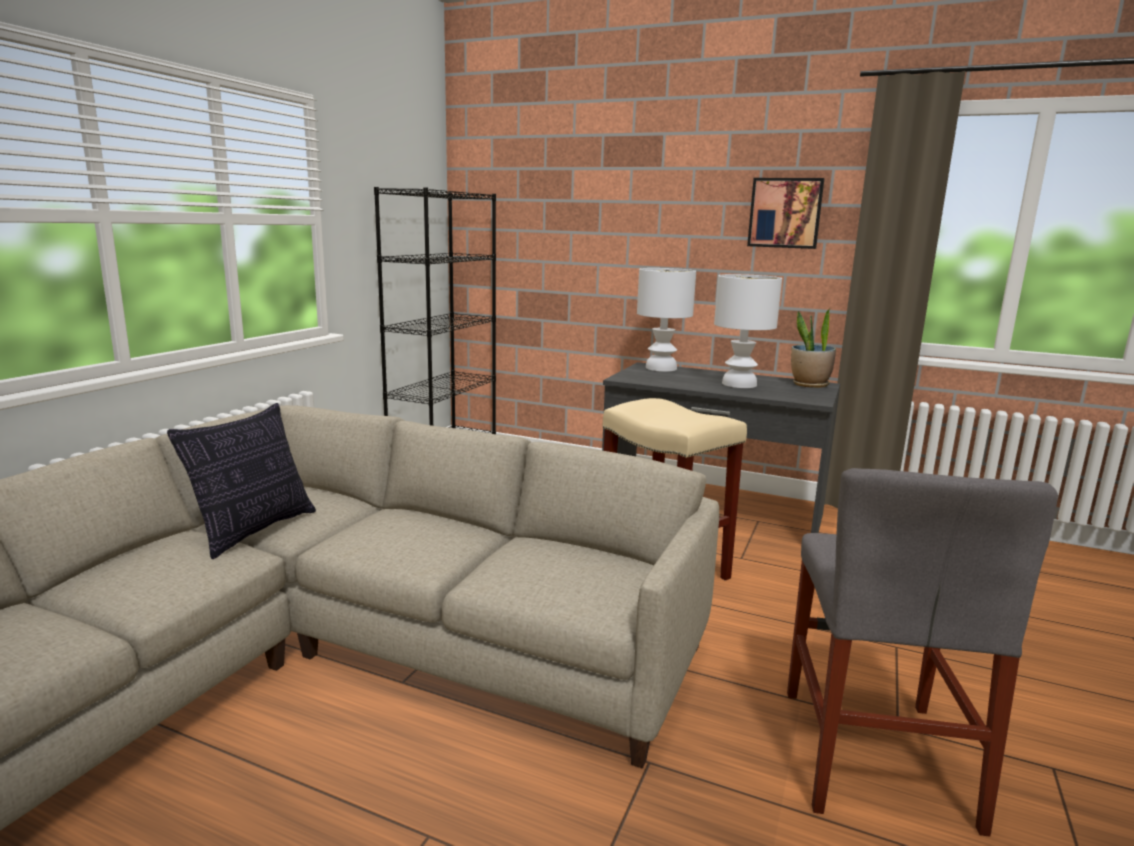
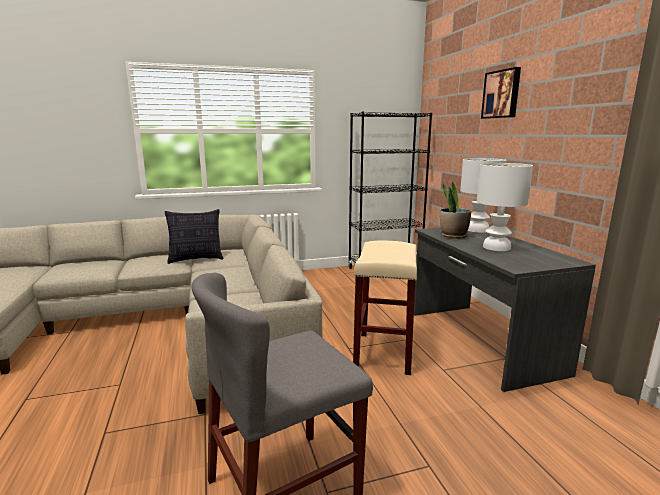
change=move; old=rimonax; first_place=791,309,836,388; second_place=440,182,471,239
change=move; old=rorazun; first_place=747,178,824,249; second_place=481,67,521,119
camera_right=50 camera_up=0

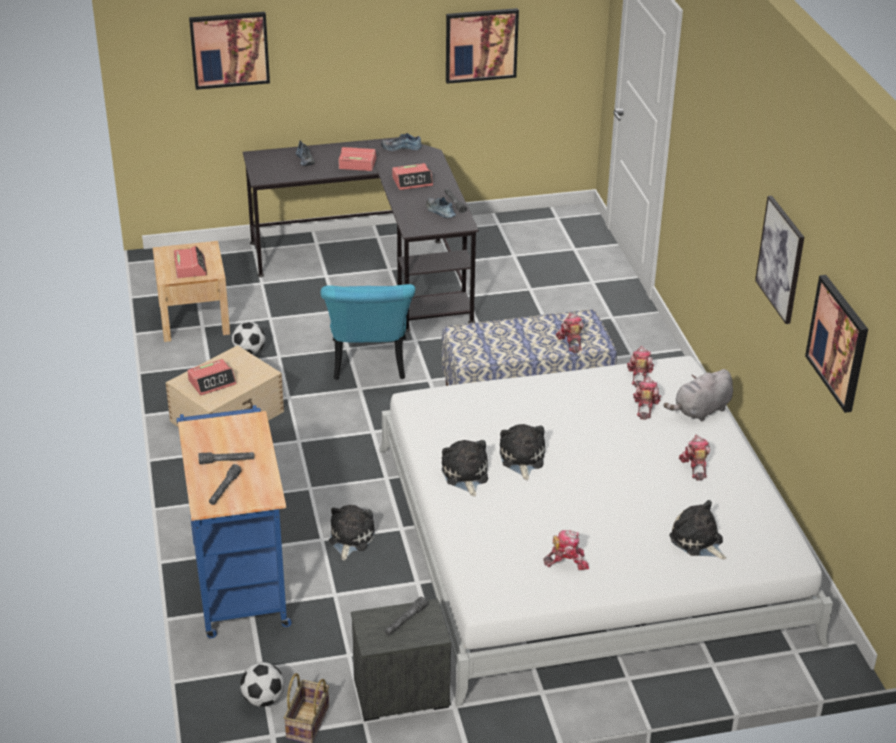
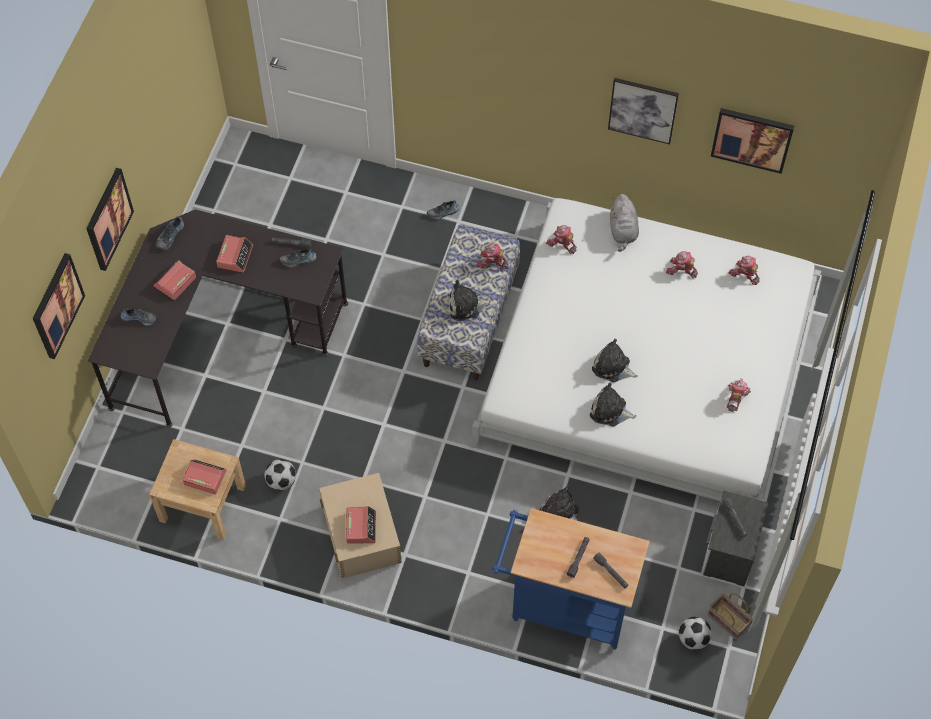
change=move; old=rorazun; first_place=446,8,519,84; second_place=86,168,134,271
change=insert; new=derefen; second_place=427,200,460,220
change=move; old=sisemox; first_place=669,500,727,560; second_place=449,280,491,321
change=move; old=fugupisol; first_place=633,376,661,420; second_place=729,256,760,285
change=delete; old=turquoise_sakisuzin; first_place=321,284,415,380
camera_right=-60 camera_up=25

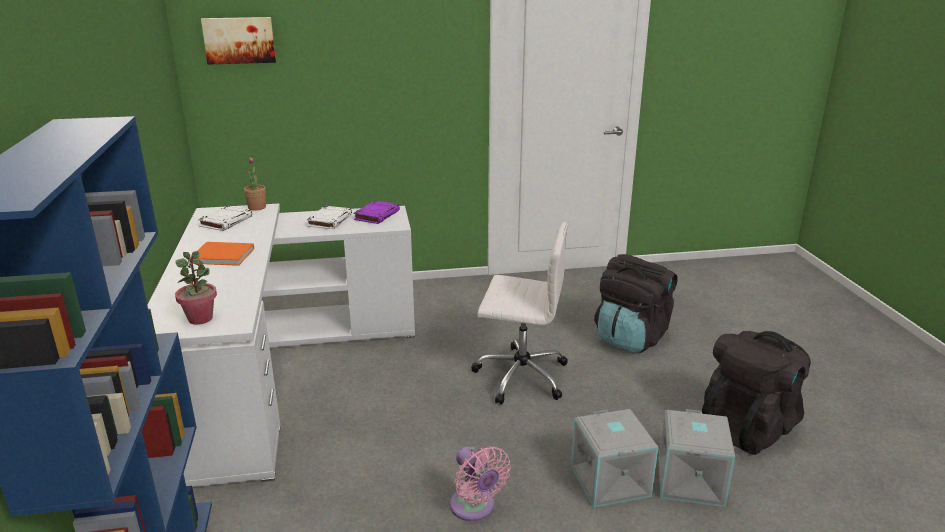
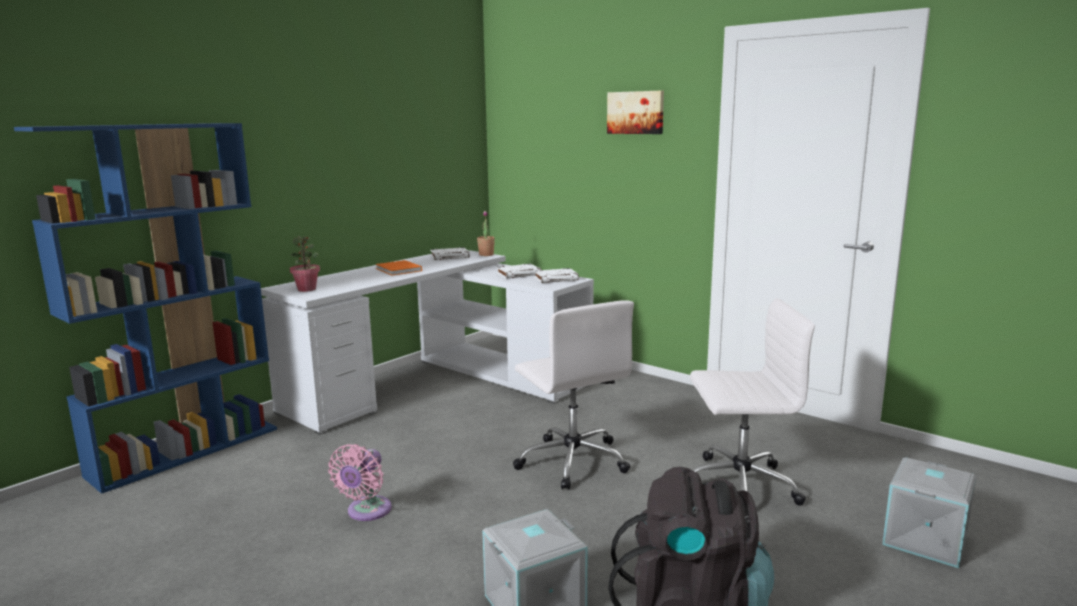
change=recolor; old=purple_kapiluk; new=white_kapiluk; first_place=353,200,400,224; second_place=534,268,579,283
change=move; old=rorazun; first_place=201,17,276,64; second_place=607,91,664,134
change=replace; old=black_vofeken; new=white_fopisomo; first_place=594,254,678,353; second_place=690,298,815,506
change=move; old=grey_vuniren; first_place=571,409,658,507; second_place=882,457,977,568
camera_right=50 camera_up=-10

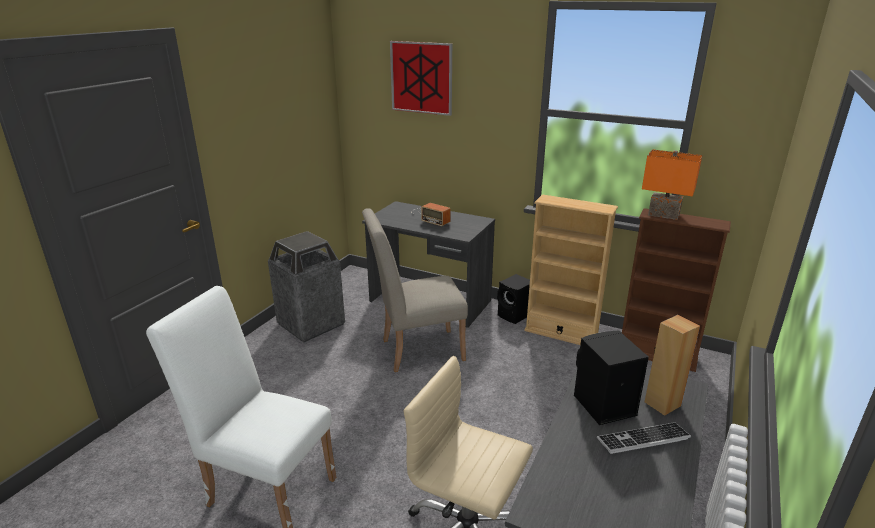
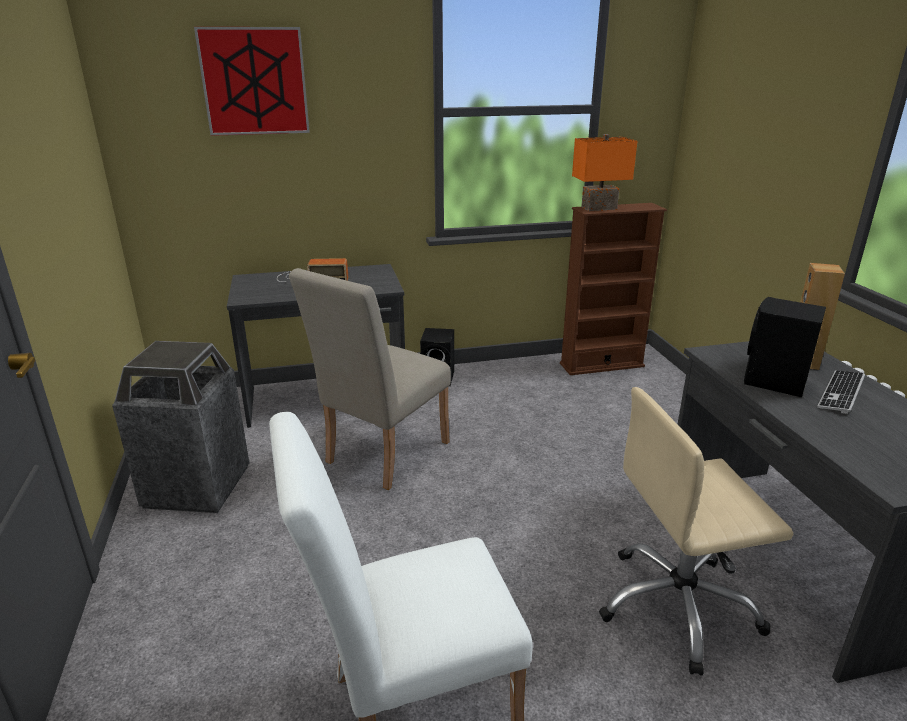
change=delete; old=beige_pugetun; first_place=524,195,618,345
camera_right=-40 camera_up=0

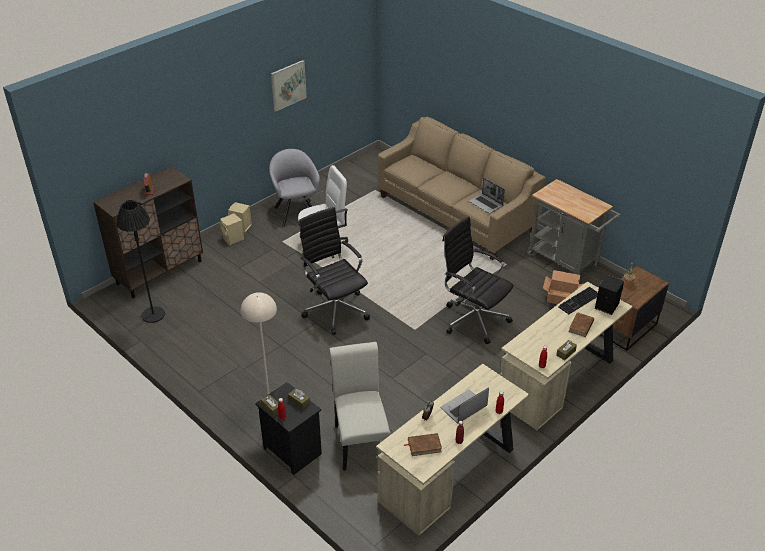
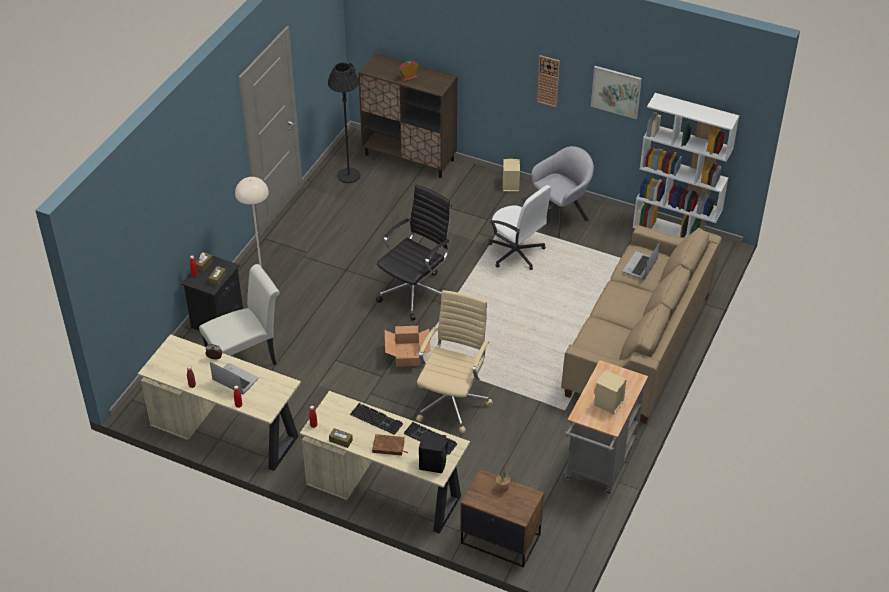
change=insert; new=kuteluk; second_place=350,403,403,435
change=move; old=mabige; first_place=543,270,585,304; second_place=385,326,431,367
change=recolor; old=black_fopisomo; new=beige_fopisomo; first_place=443,216,514,344; second_place=416,290,493,434
change=insert; new=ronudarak; second_place=537,55,560,107
change=move; old=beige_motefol; first_place=220,213,244,245; second_place=594,370,627,414
change=move; old=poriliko; first_place=469,178,505,213; second_place=622,242,660,280
change=insert; new=white_pugetun; second_place=633,93,739,238
change=delete; old=brown_kapiluk; first_place=403,433,442,456
camera_right=70 camera_up=5

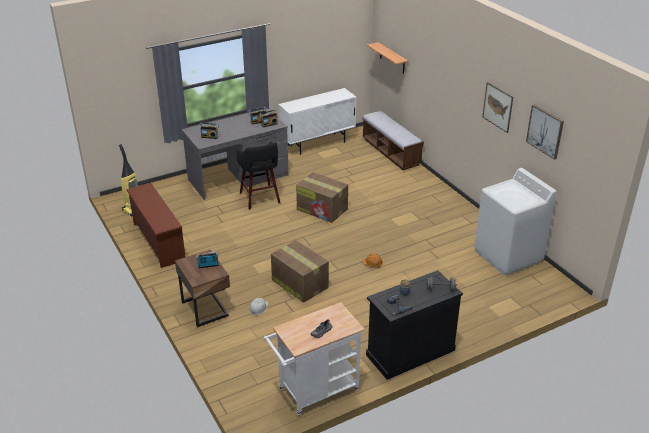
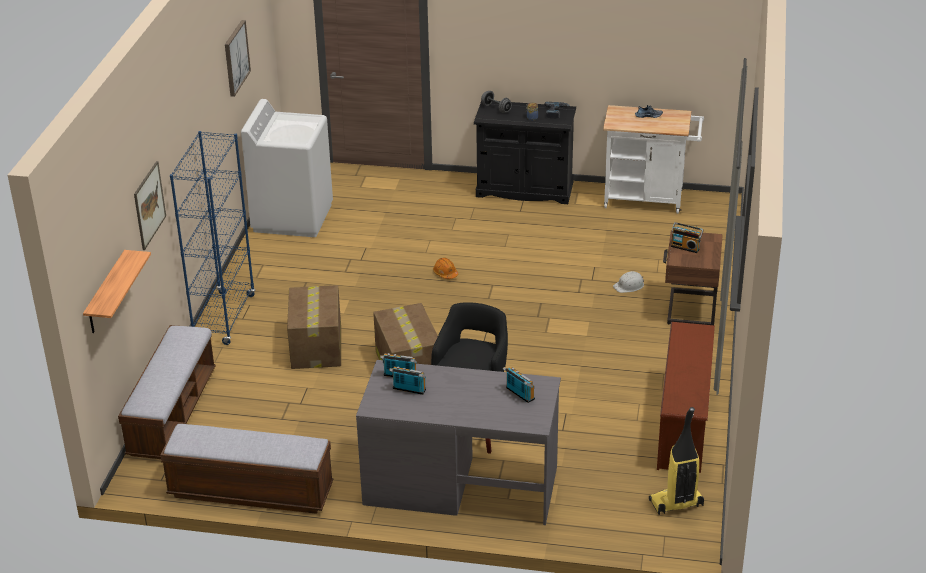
change=move; old=rorazun; first_place=482,82,513,133; second_place=134,161,166,250
change=replace; old=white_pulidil; new=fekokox; first_place=278,88,357,155; second_place=160,424,333,514
change=insert; new=blue_pugetun; second_place=170,131,255,345
change=move; old=mabige; first_place=271,240,329,303; second_place=287,285,341,369
camera_right=-140 camera_up=0

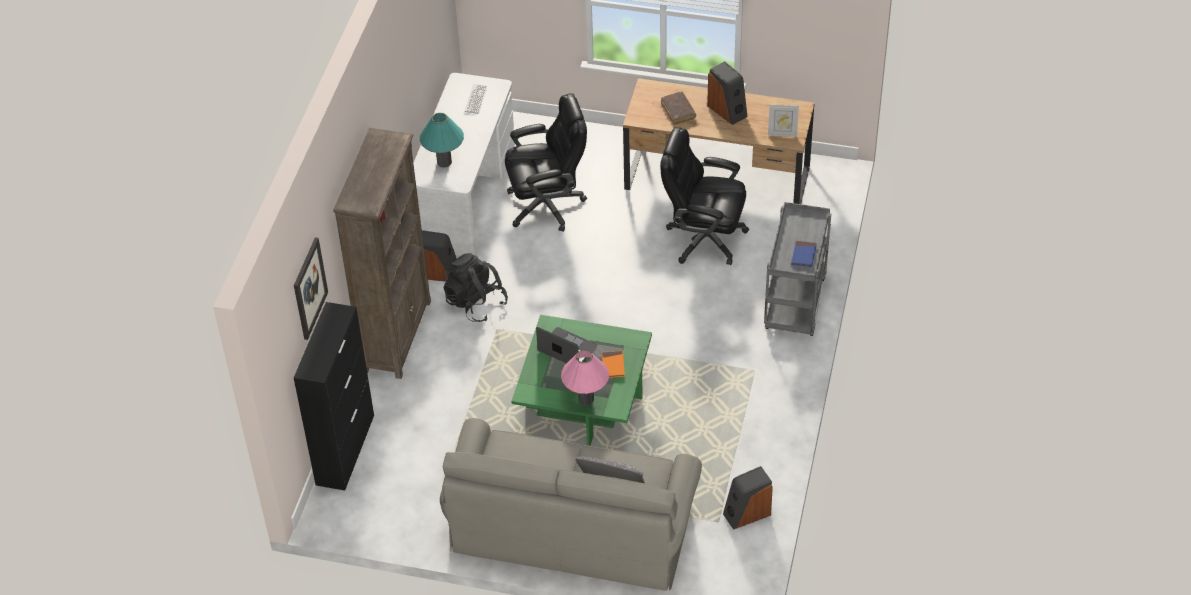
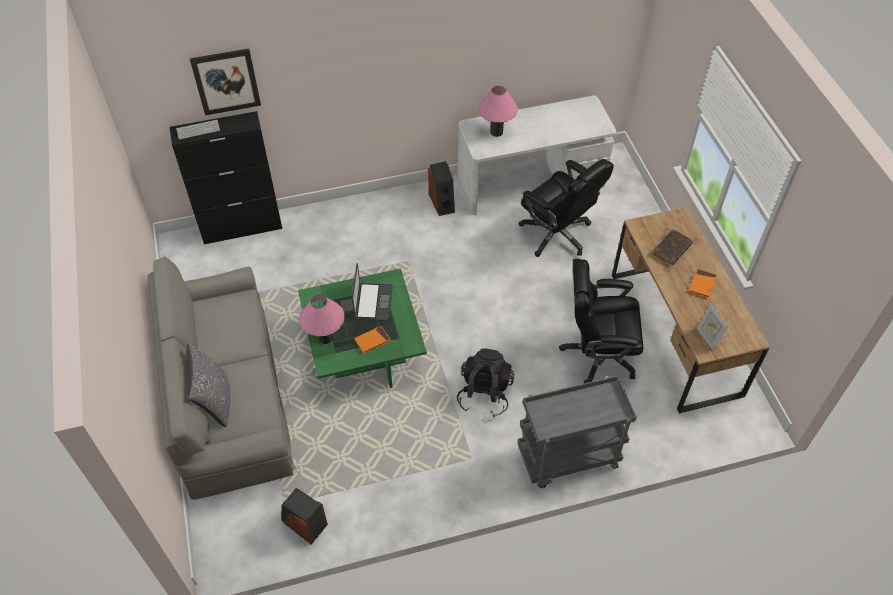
change=move; old=kuteluk; first_place=464,83,487,114; second_place=176,120,220,139
change=move; old=black_vofeken; first_place=443,253,508,322; second_place=457,348,514,417
change=recolor; old=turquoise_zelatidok; new=pink_zelatidok; first_place=420,113,464,168; second_place=478,86,518,137
change=rotate; old=black_fopisomo; first_place=660,127,749,265; second_place=559,259,643,383; degrees=-75
change=replace; old=motefol; new=orange_kapiluk; first_place=707,61,747,125; second_place=689,269,717,298
change=delete; old=brown_pugetun; first_place=333,128,431,379
change=delete; old=blue_kapiluk; first_place=791,241,817,267
camera_right=60 camera_up=5

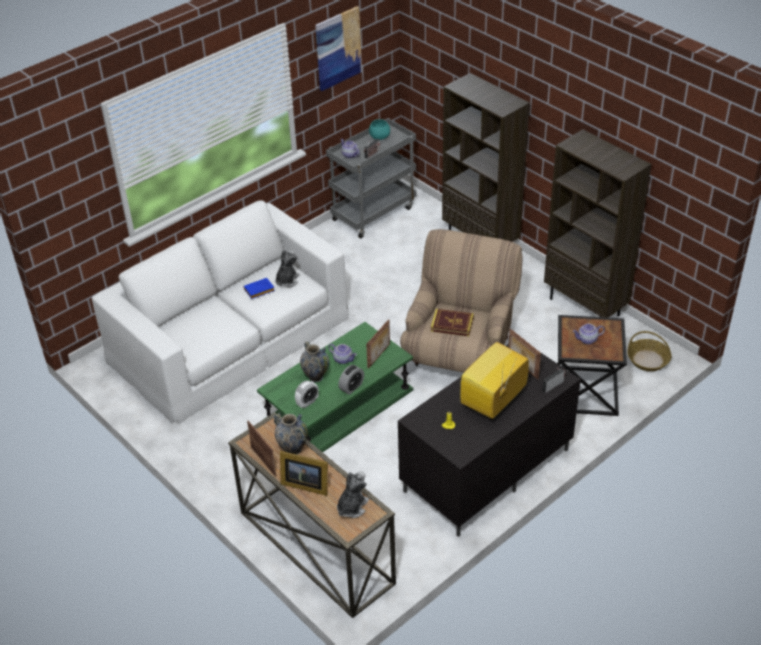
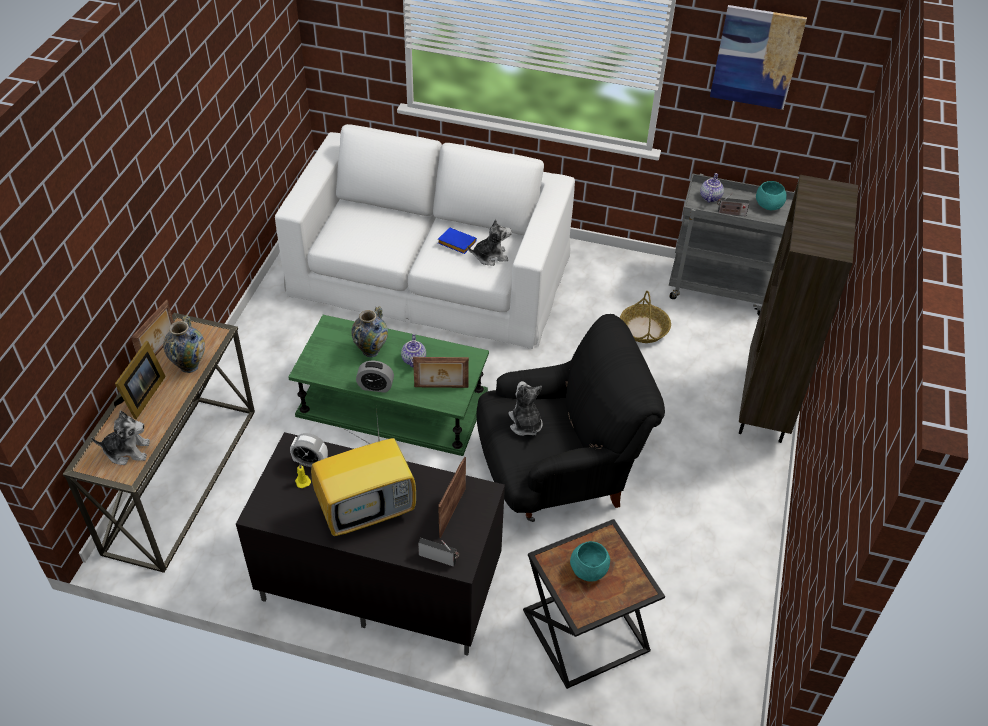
change=rotate; old=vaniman; first_place=280,451,328,496; second_place=114,341,166,419; degrees=-150
change=move; old=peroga; first_place=295,381,319,408; second_place=290,433,328,467
change=rotate; old=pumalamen; first_place=460,342,529,419; second_place=311,409,416,536; degrees=150
change=recolor; old=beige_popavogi; new=black_popavogi; first_place=400,229,522,373; second_place=477,314,665,522
change=replace; old=kapiluk; new=sisemox; first_place=431,309,474,336; second_place=509,381,543,436
change=replace; old=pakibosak; new=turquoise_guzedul; first_place=572,324,605,344; second_place=570,541,610,582
change=move; old=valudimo; first_place=627,331,672,371; second_place=620,291,671,343
change=delete; old=brown_pugetun; first_place=544,129,652,318
camera_right=55 camera_up=5

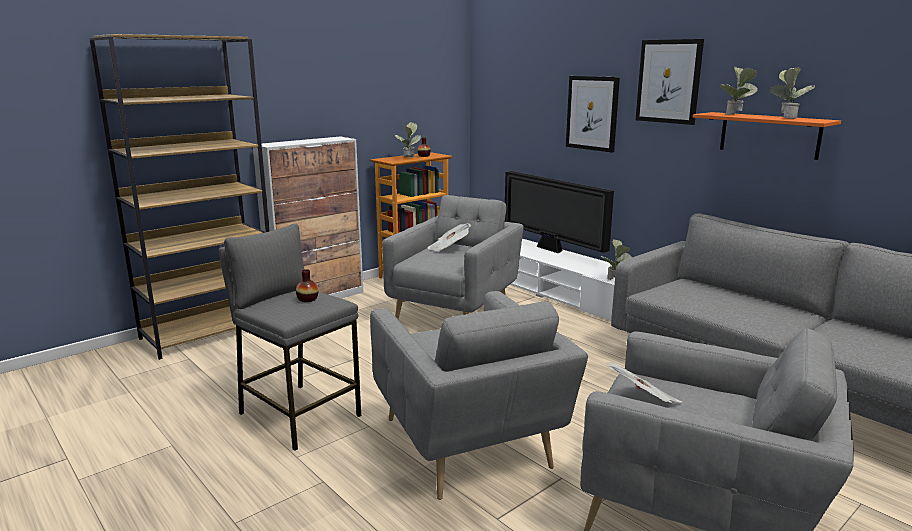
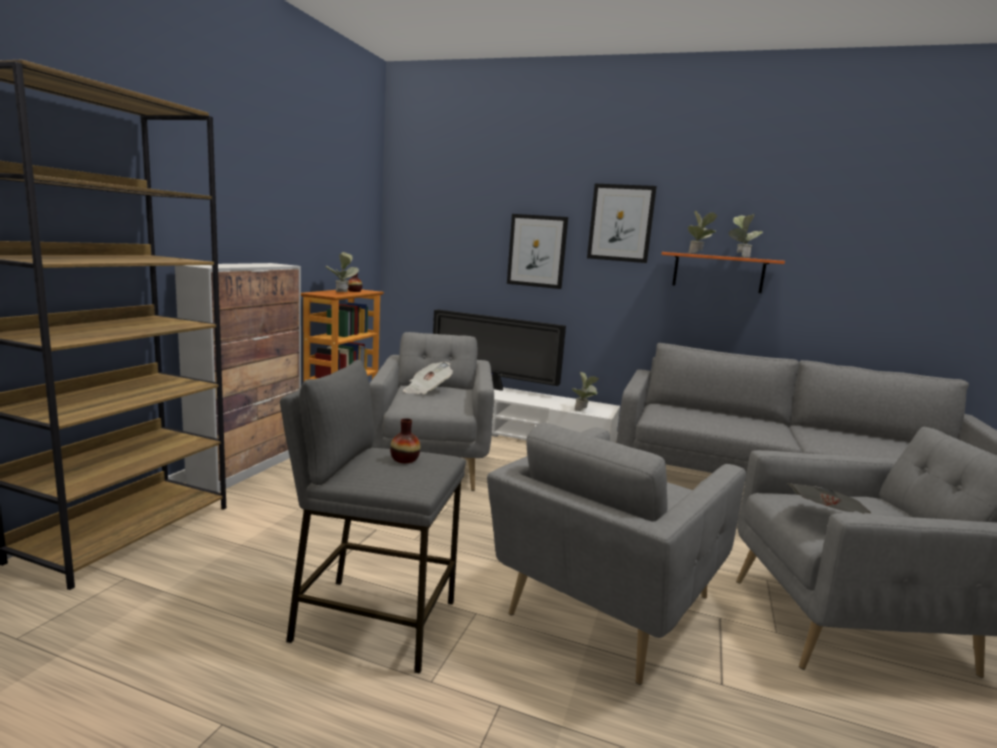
change=rotate; old=grey_popavogi; first_place=370,291,588,500; second_place=487,423,746,685; degrees=90
camera_right=-30 camera_up=-5

